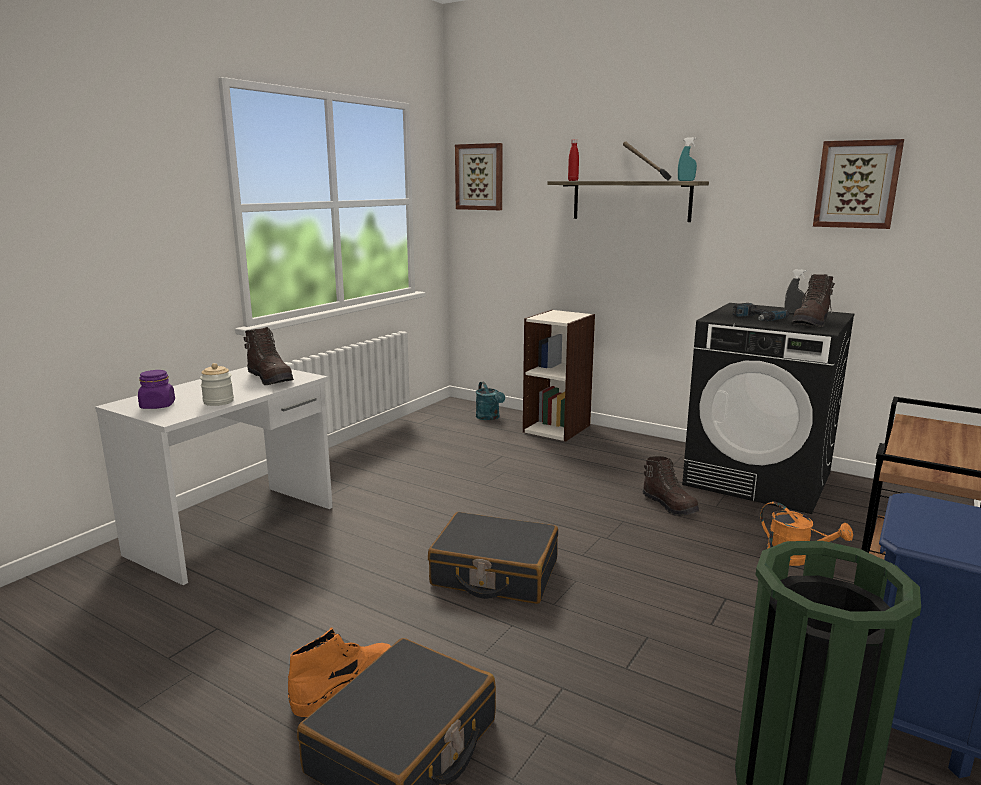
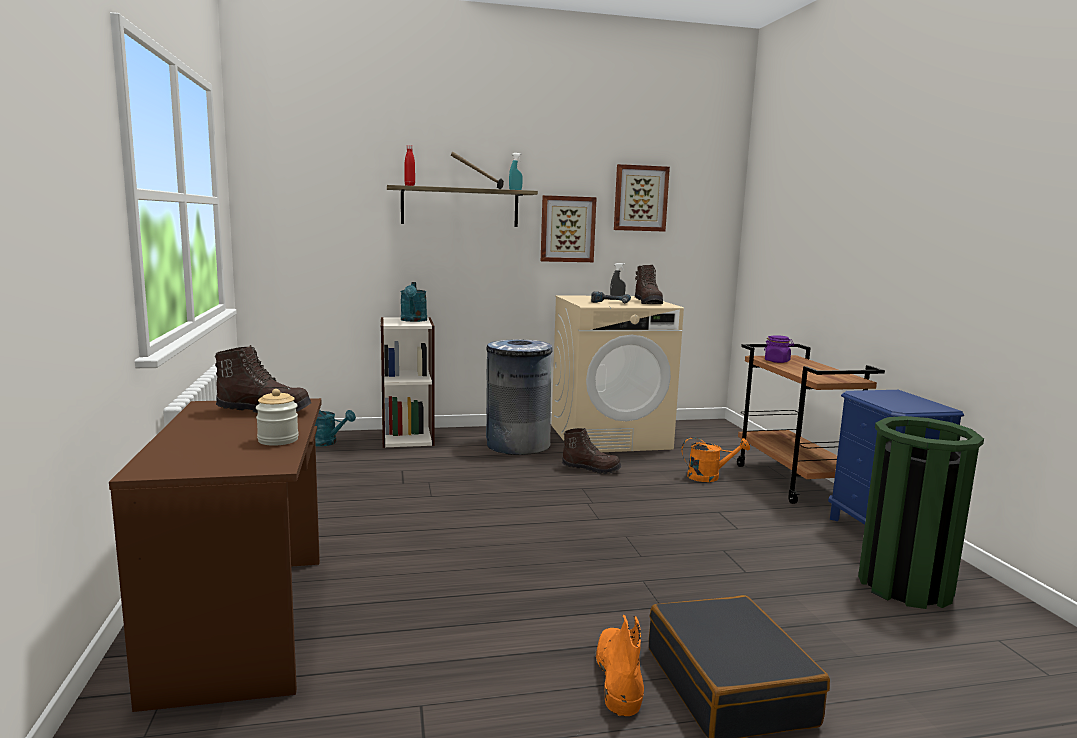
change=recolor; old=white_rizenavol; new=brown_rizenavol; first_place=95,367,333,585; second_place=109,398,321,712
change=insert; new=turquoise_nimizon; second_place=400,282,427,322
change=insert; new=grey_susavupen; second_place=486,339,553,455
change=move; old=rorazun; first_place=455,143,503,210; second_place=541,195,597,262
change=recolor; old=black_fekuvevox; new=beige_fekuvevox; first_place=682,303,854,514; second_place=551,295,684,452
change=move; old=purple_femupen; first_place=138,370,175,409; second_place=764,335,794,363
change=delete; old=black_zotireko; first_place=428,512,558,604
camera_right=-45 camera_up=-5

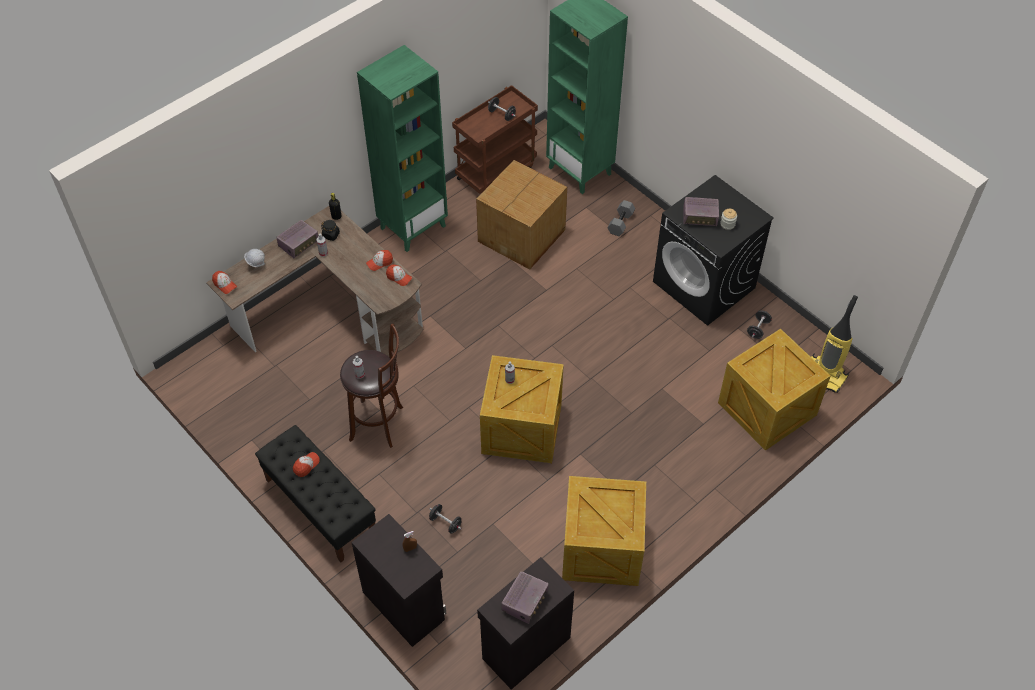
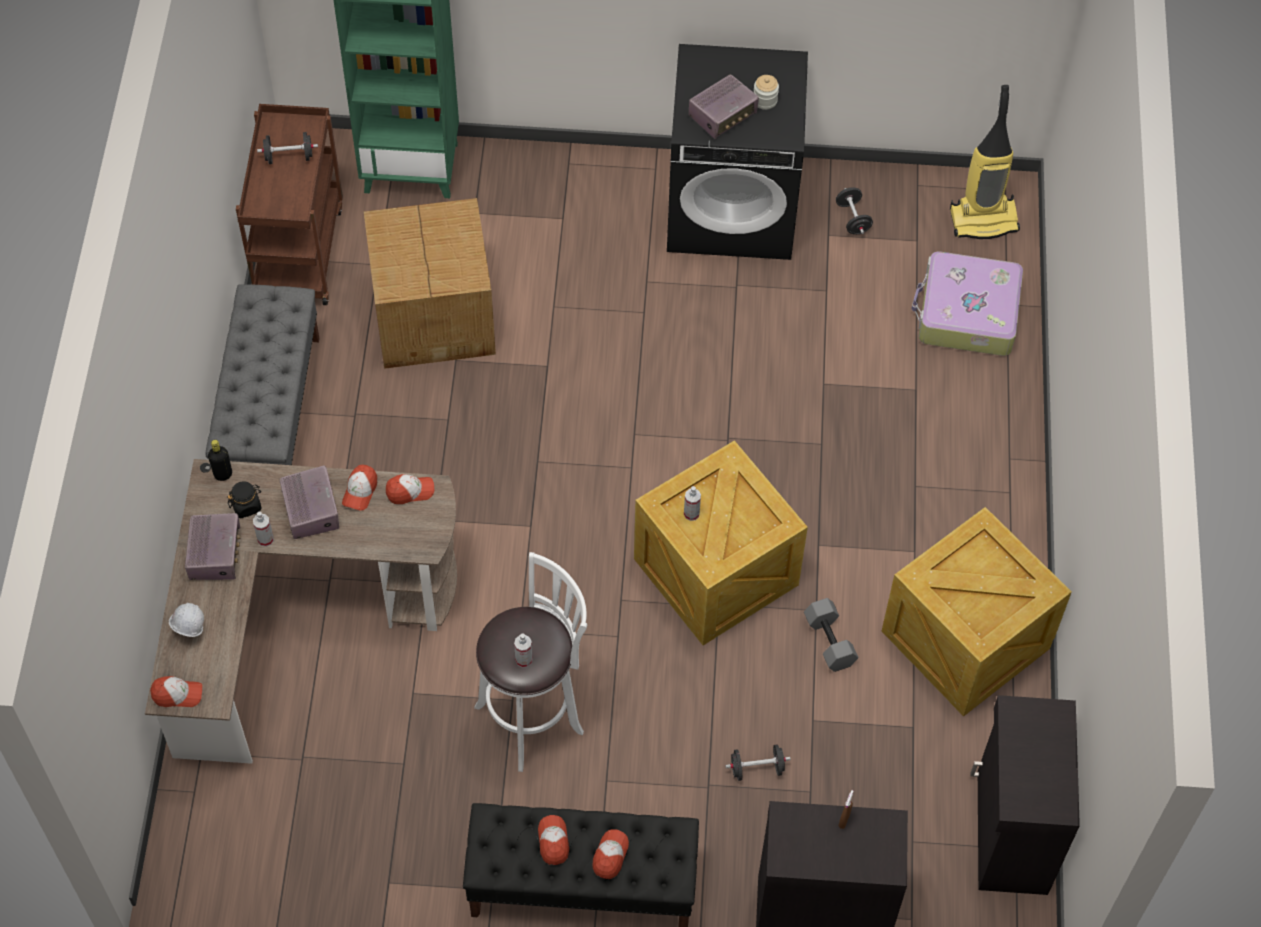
change=replace; old=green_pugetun; new=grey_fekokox; first_place=357,45,448,252; second_place=205,284,320,465
change=move; old=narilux; first_place=502,571,549,624; second_place=280,466,339,539
change=recolor; old=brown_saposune; new=white_saposune; first_place=340,323,403,448; second_place=474,552,587,772
change=insert; new=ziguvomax; second_place=592,829,629,879
change=move; old=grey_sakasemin; first_place=607,200,635,236; second_place=804,598,859,672
change=replace; old=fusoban; new=zotireko; first_place=718,329,831,451; second_place=912,251,1023,356
camera_right=-45 camera_up=5

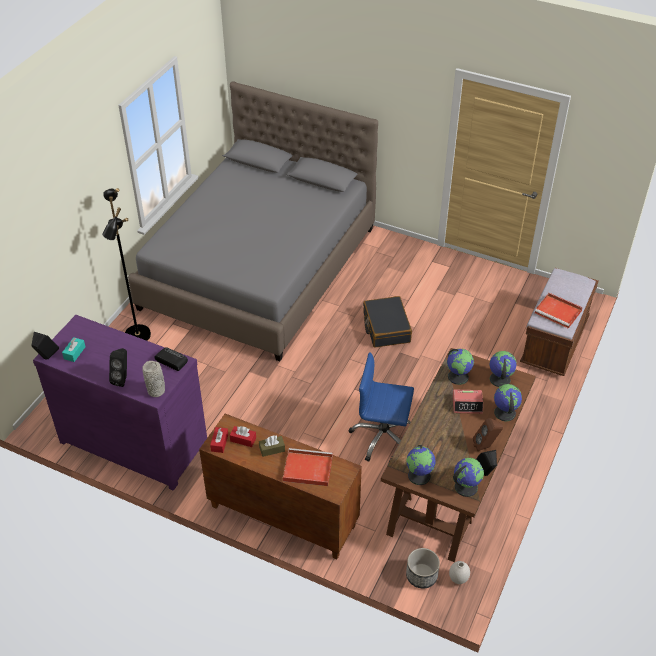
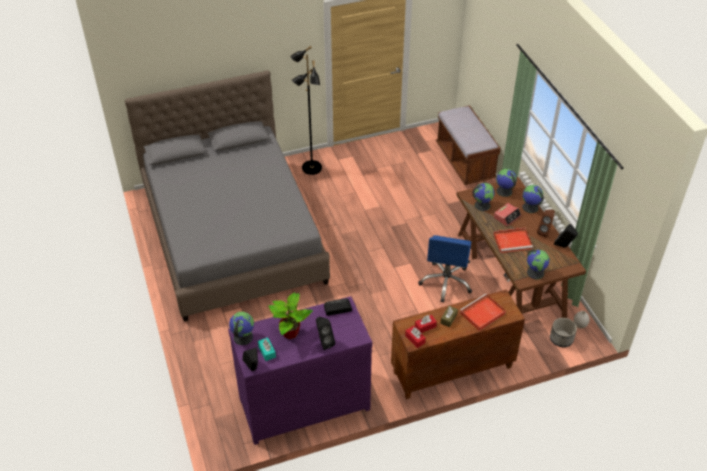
change=move; old=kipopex; first_place=453,458,484,497; second_place=229,312,254,345
change=insert; new=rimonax; second_place=269,292,313,339
change=move; old=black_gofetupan; first_place=102,188,151,341; second_place=290,46,322,175
change=rotate; old=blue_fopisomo; first_place=349,352,414,462; second_place=418,235,472,303; degrees=-45
change=move; old=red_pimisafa; first_place=535,293,583,329; second_place=493,228,533,253
change=delete; old=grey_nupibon; first_place=142,361,165,397
change=delete; old=black_zotireko; first_place=363,296,412,348
camera_right=-45 camera_up=0

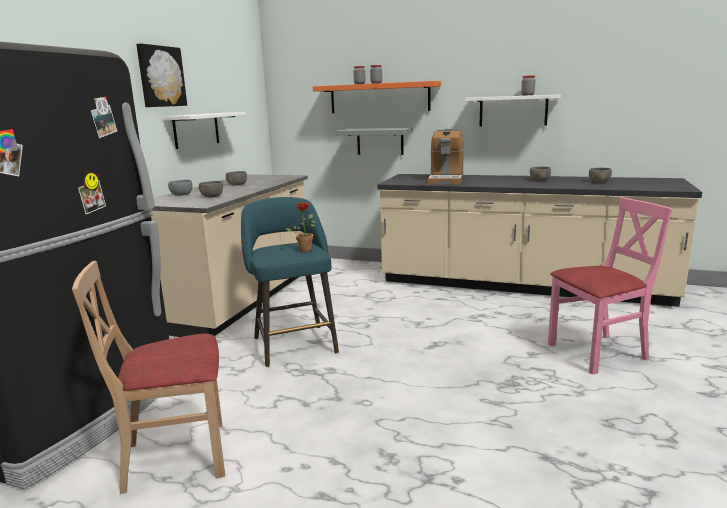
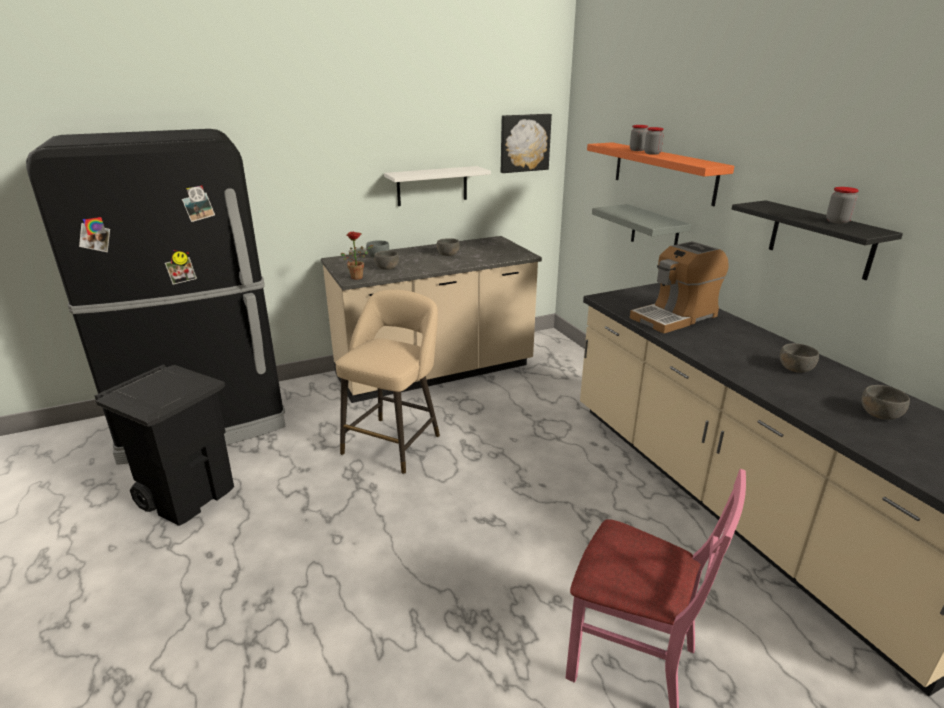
change=replace; old=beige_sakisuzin; new=black_susavupen; first_place=72,261,225,494; second_place=94,365,234,526
change=recolor; old=turquoise_saposune; new=beige_saposune; first_place=241,197,339,367; second_place=336,290,440,474
change=move; old=rimonax; first_place=286,202,316,252; second_place=341,232,373,280
change=move; old=rorazun; first_place=136,43,187,107; second_place=501,114,552,173
change=recolor; old=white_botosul; new=black_botosul; first_place=465,95,561,127; second_place=732,200,903,280
camera_right=45 camera_up=10

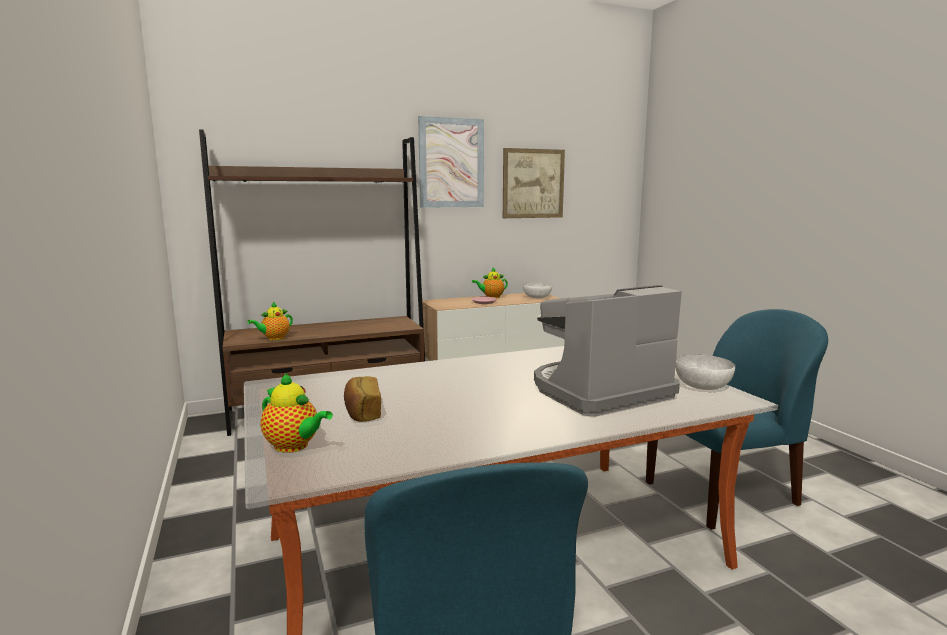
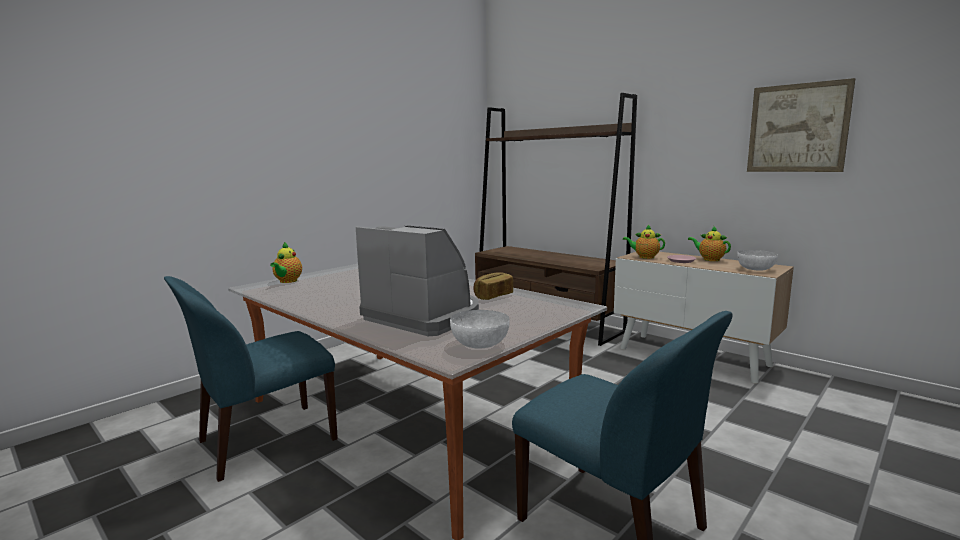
change=move; old=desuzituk; first_place=344,376,381,422; second_place=473,272,513,300
change=move; old=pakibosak; first_place=247,302,293,340; second_place=623,225,665,259
change=delete; old=rorazun; first_place=418,116,484,208
camera_right=65 camera_up=0

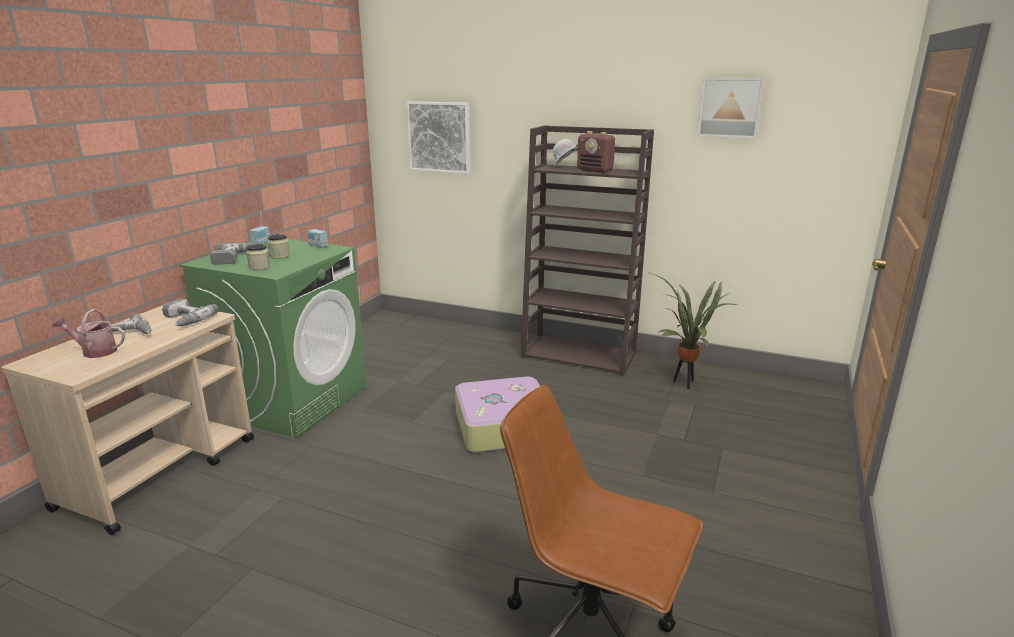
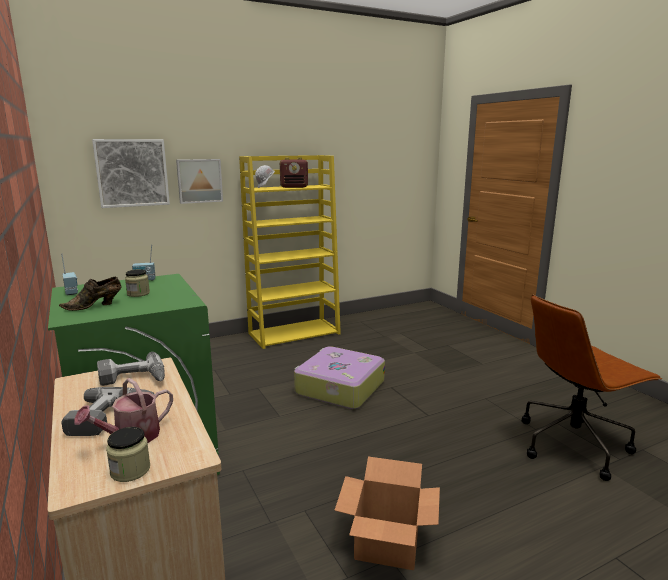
change=replace; old=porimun; new=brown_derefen; first_place=210,243,254,265; second_place=59,277,122,311
change=move; old=femupen; first_place=246,244,270,270; second_place=106,427,150,482
change=move; old=rorazun; first_place=698,78,764,138; second_place=176,159,223,204
change=recolor; old=brown_pugetun; new=yellow_pugetun; first_place=521,125,654,376; second_place=239,155,341,349
change=insert; new=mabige; second_place=334,457,440,570
change=delete; old=rimonax; first_place=650,273,737,389
camera_right=-50 camera_up=-5

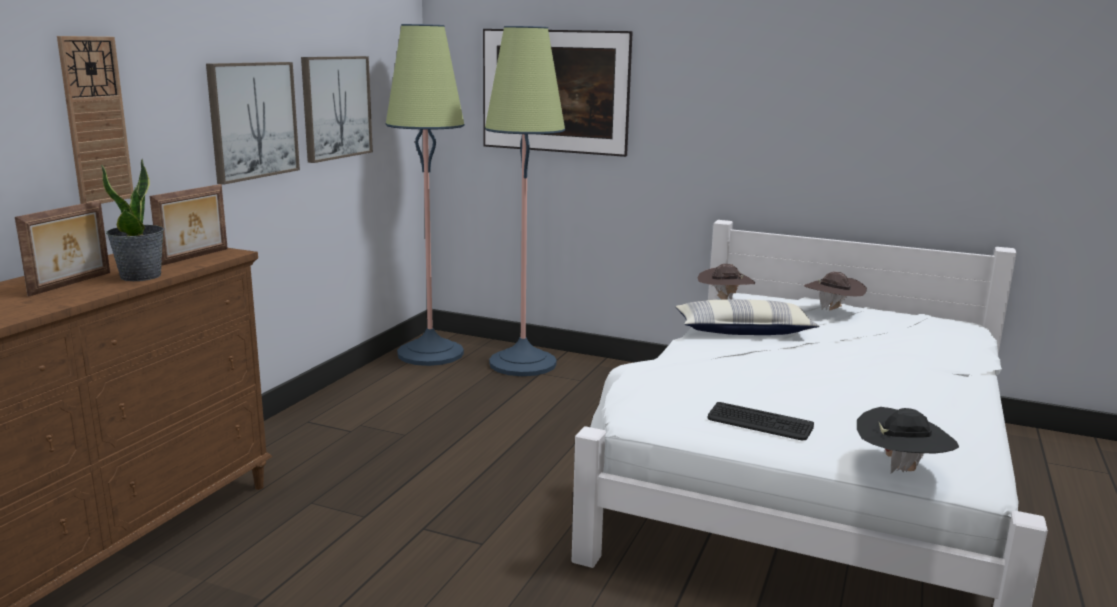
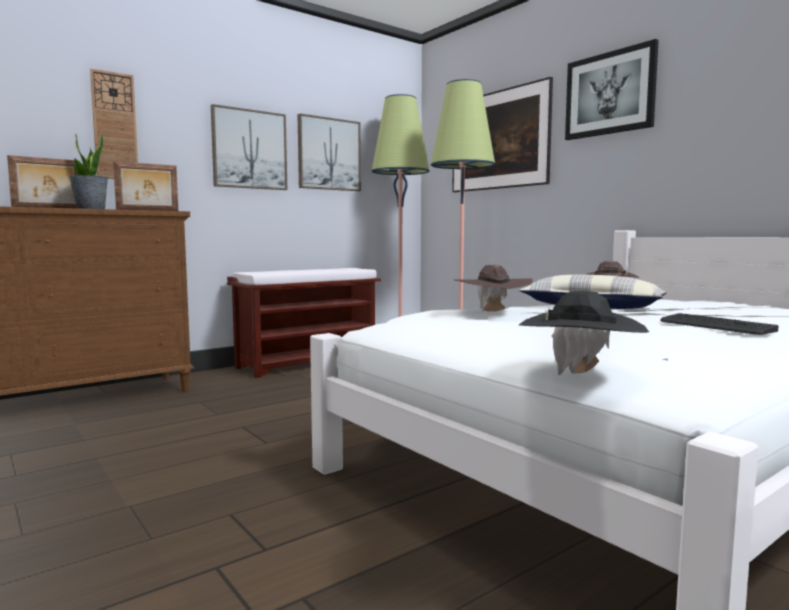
change=insert; new=brown_fekokox; second_place=227,268,381,378
change=move; old=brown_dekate; first_place=804,271,867,310; second_place=455,265,533,312
change=insert; new=rorazun; second_place=565,39,659,140
change=move; old=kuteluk; first_place=708,402,814,440; second_place=660,313,779,335
camera_right=30 camera_up=-10

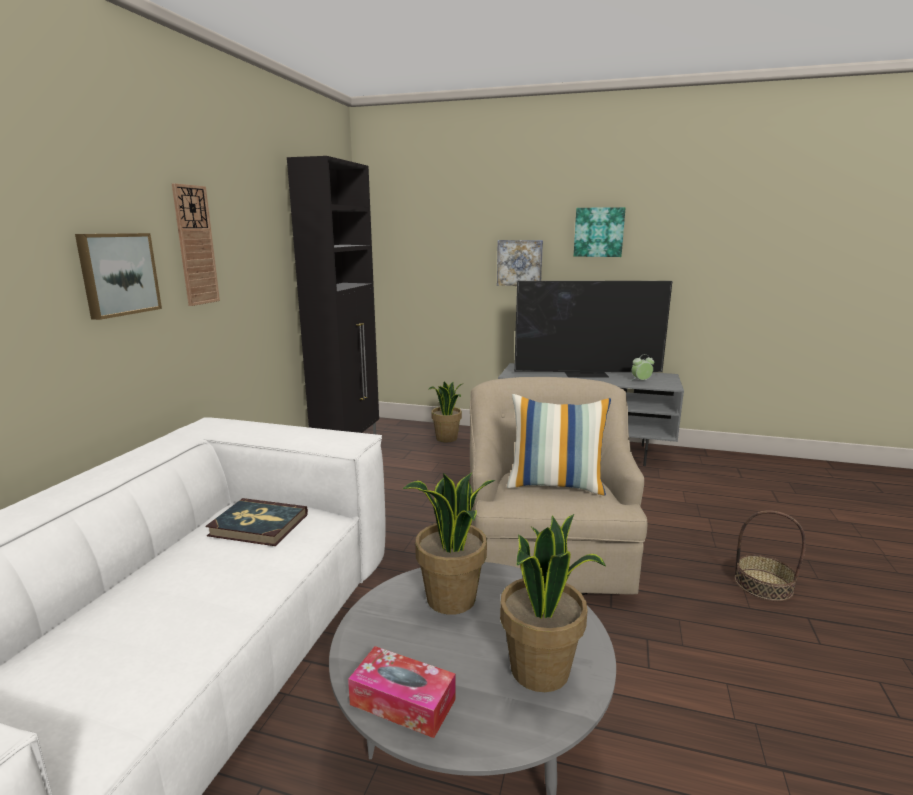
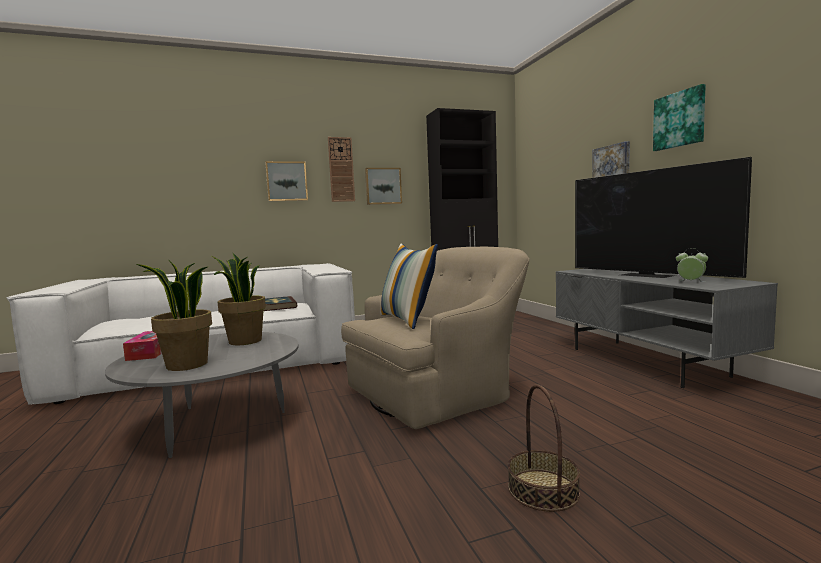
change=insert; new=rorazun; second_place=365,168,402,205
change=delete; old=rimonax; first_place=429,381,464,442
camera_right=55 camera_up=-10

